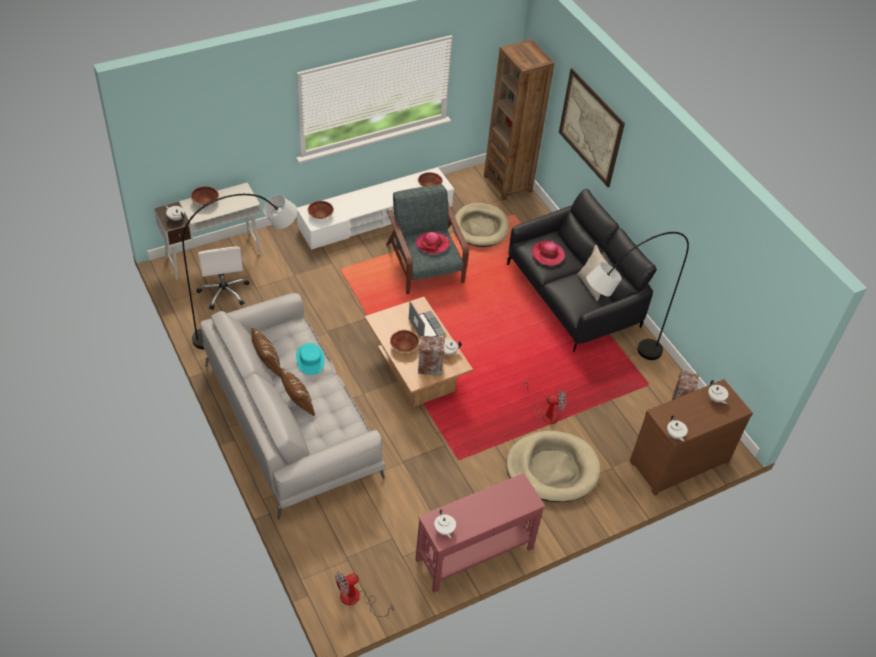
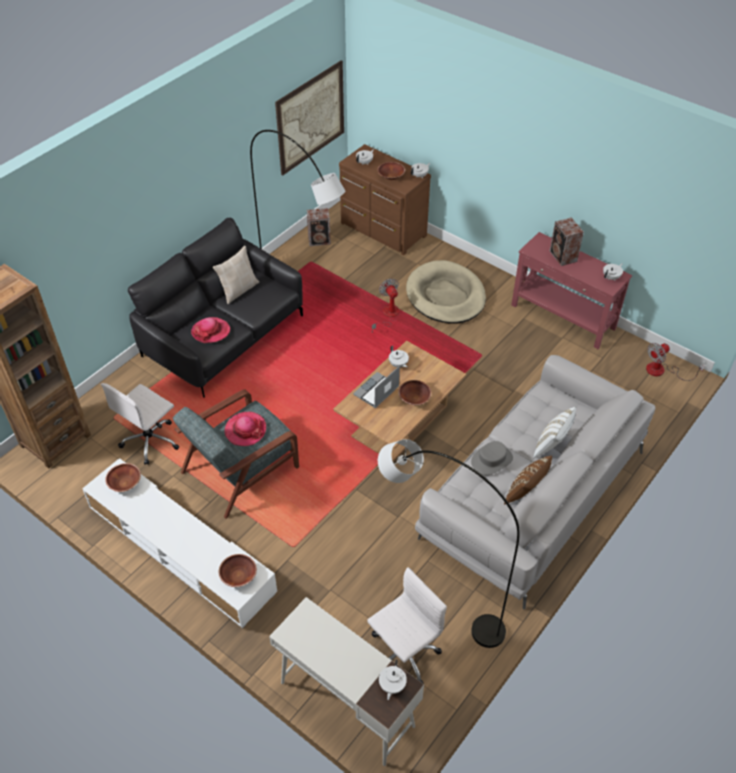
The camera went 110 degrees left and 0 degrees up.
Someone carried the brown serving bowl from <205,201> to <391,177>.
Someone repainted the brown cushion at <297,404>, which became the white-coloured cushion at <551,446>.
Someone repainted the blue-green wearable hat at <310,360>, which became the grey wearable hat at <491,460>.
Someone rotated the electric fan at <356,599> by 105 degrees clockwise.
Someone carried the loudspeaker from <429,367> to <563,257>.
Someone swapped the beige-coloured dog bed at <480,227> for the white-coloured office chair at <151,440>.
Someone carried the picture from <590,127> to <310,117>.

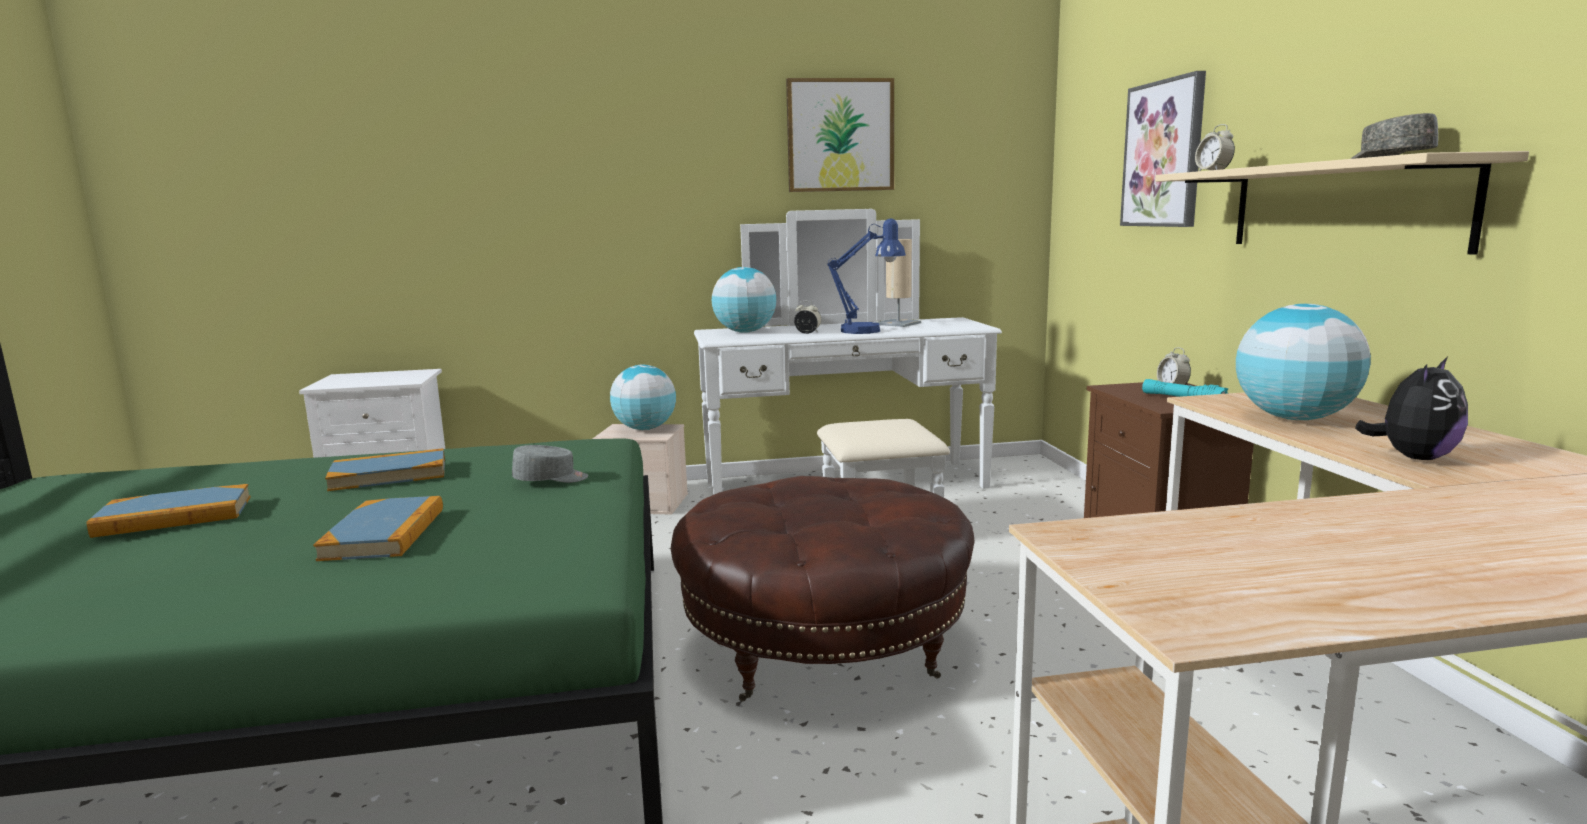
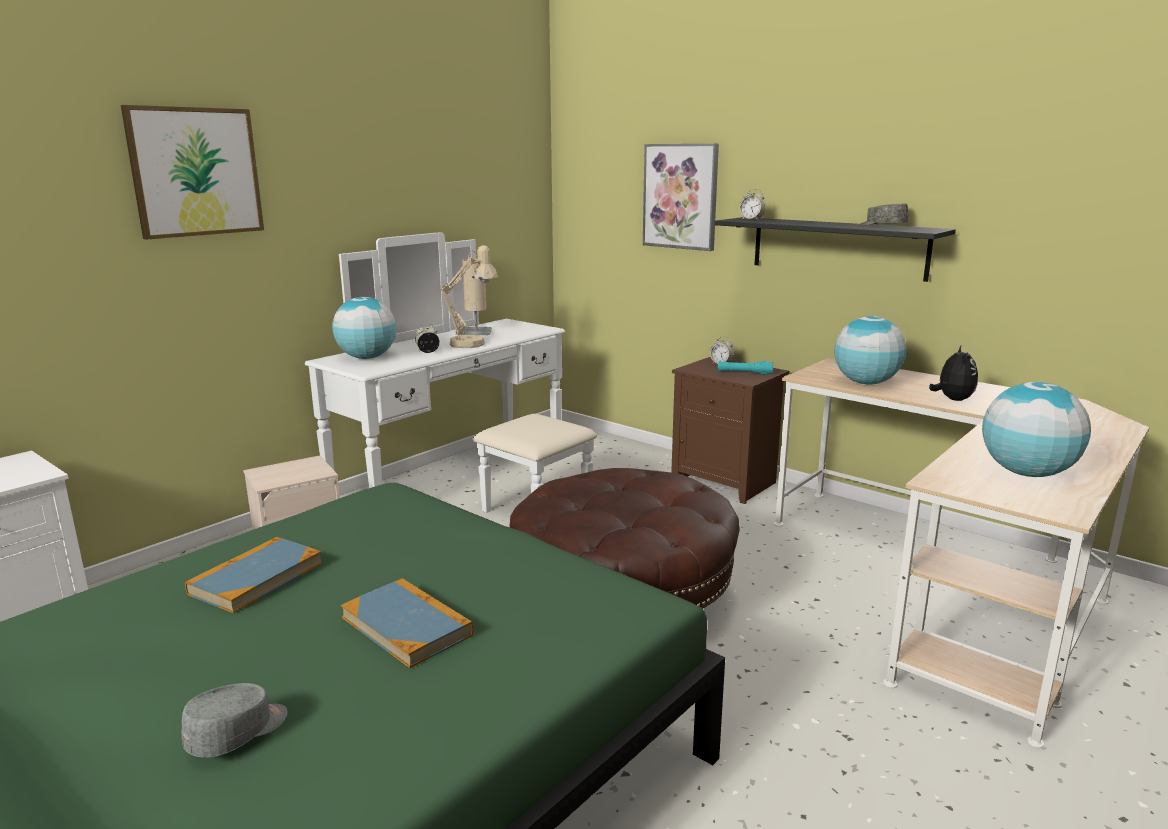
The camera went 40 degrees left and 5 degrees up.
Someone took away the bound book at <175,516>.
Someone carried the grey cap from <551,479> to <238,733>.
Someone carried the desk globe from <644,429> to <1027,473>.
Someone carried the picture from <840,135> to <195,172>.
Someone repainted the bluish lamp for a table at <869,330>, which became the beige-coloured lamp for a table at <473,343>.
Someone repainted the beige-coloured bracket shelf at <1342,206>, which became the black bracket shelf at <838,247>.

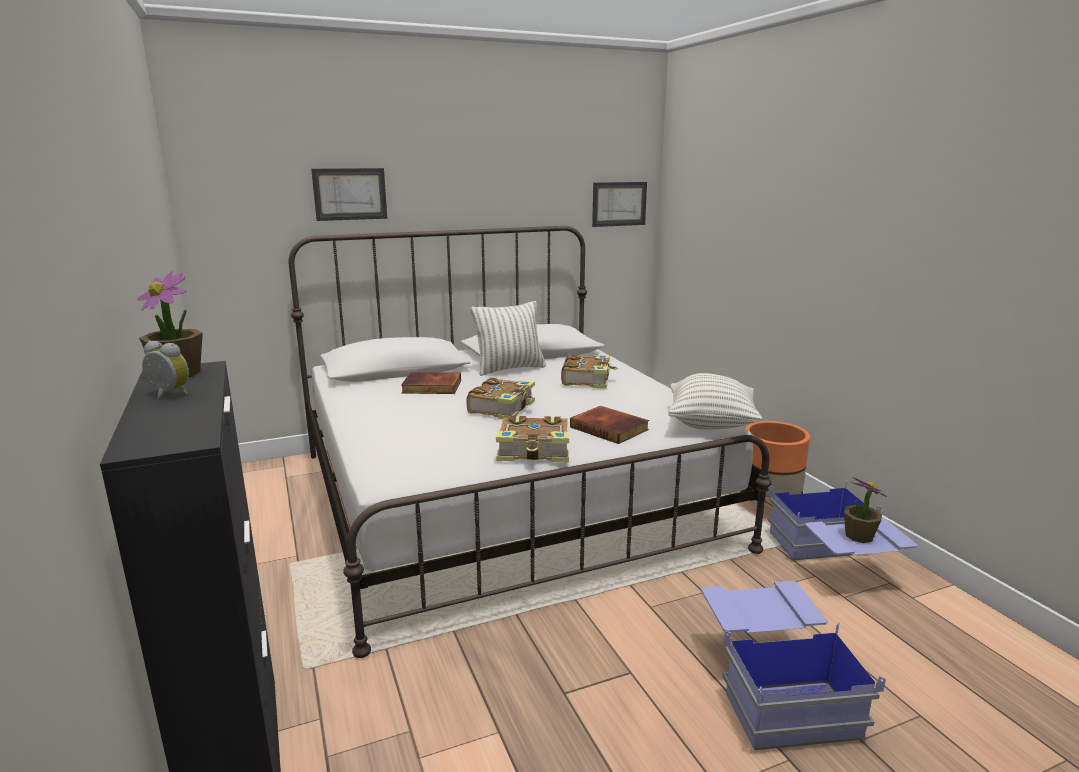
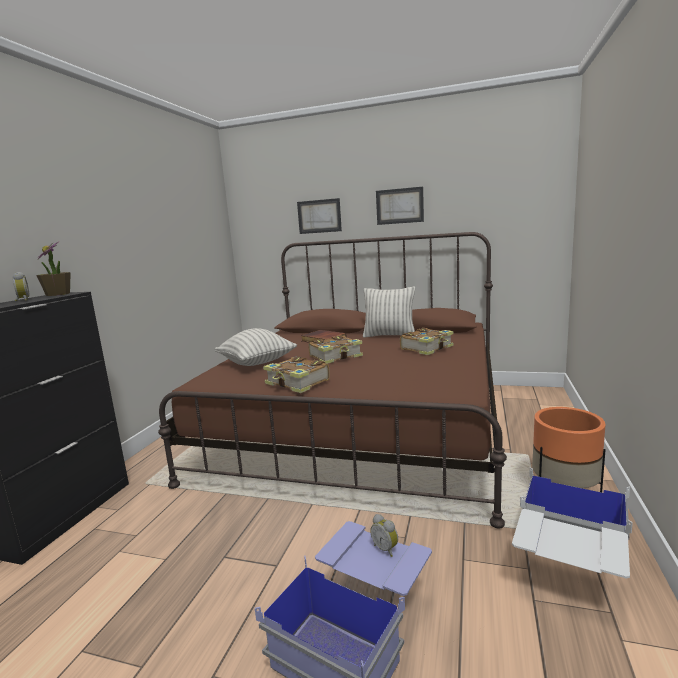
The camera went 40 degrees right and 5 degrees down.
Someone repainted the white-coloured bedroom bed at <504,497>, which became the brown bedroom bed at <360,427>.
Someone took away the bound book at <610,428>.
Someone carried the picture from <619,204> to <399,206>.
Someone carried the cushion from <710,424> to <257,364>.
Someone repainted the bluish storage bin at <832,560>, which became the white-coloured storage bin at <569,564>.
Someone took away the houseplant at <858,536>.
Someone put down the table clock at <386,549>.

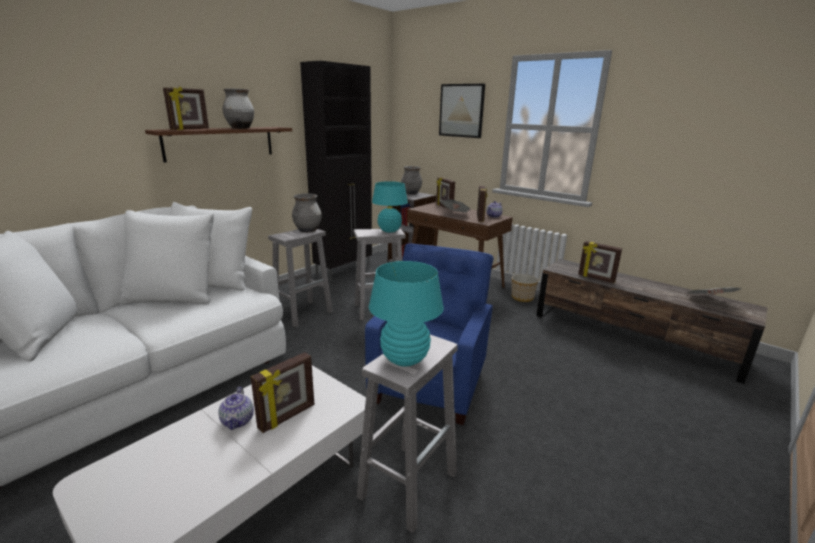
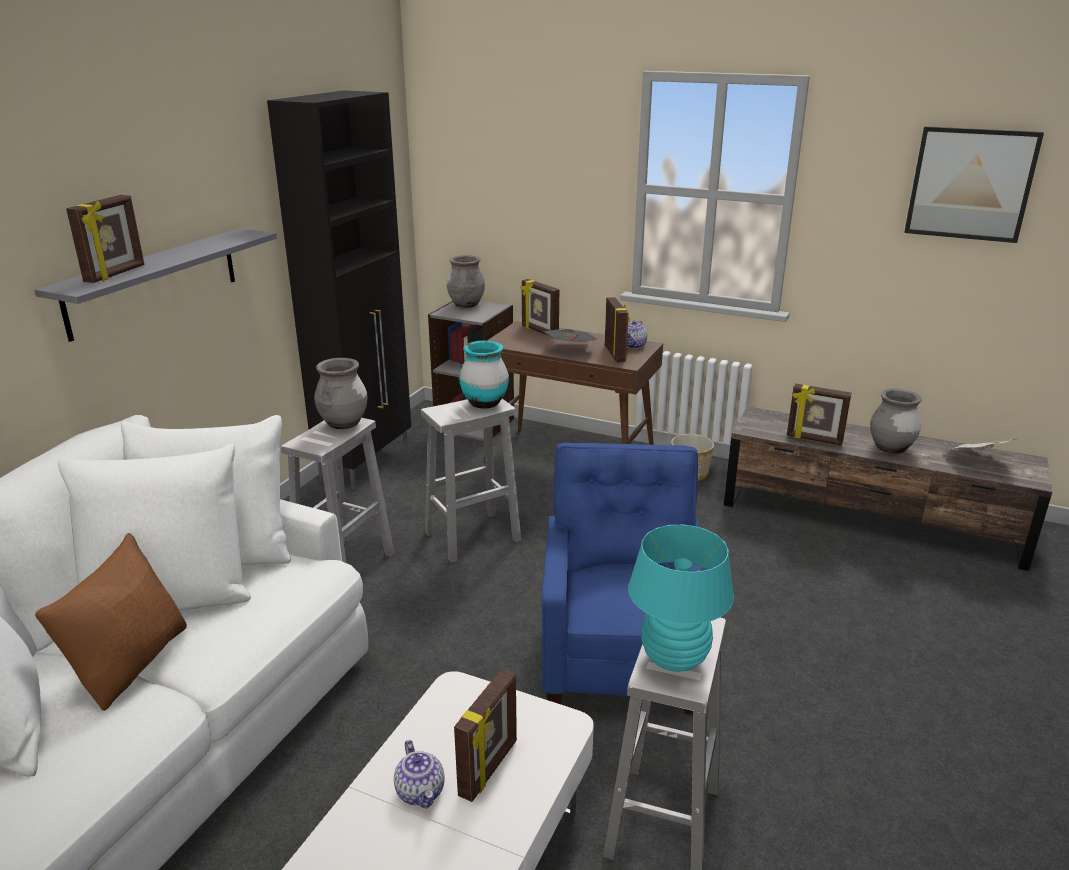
The camera went 15 degrees left and 5 degrees up.
Someone repainted the brown bracket shelf at <220,143>, which became the grey bracket shelf at <154,282>.
Someone carried the grey decorative vase from <240,128> to <890,448>.
Someone swapped the blue-green lamp for a table at <389,230> for the blue-green decorative vase at <484,404>.
Someone carried the picture from <461,110> to <970,184>.
Someone put down the brown cushion at <131,663>.

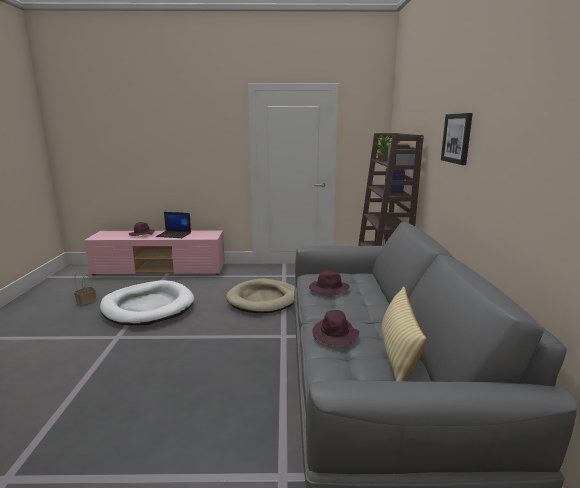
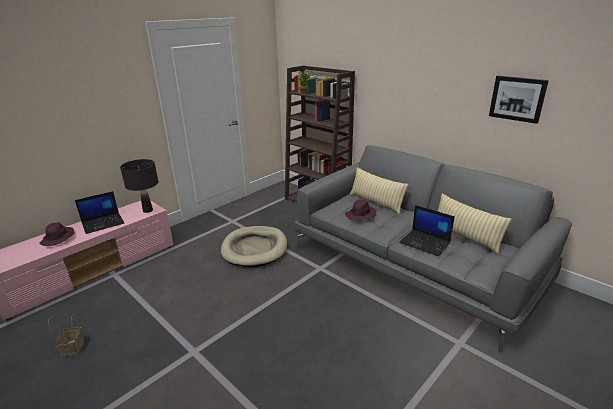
The camera went 45 degrees left and 10 degrees up.
Someone took away the white-coloured dog bed at <148,307>.
Someone swapped the purple-coloured wearable hat at <335,335> for the notebook computer at <425,243>.
Someone carried the picture from <457,138> to <517,98>.
Someone put down the black lamp for a table at <148,210>.
Someone put down the beige-coloured cushion at <376,202>.

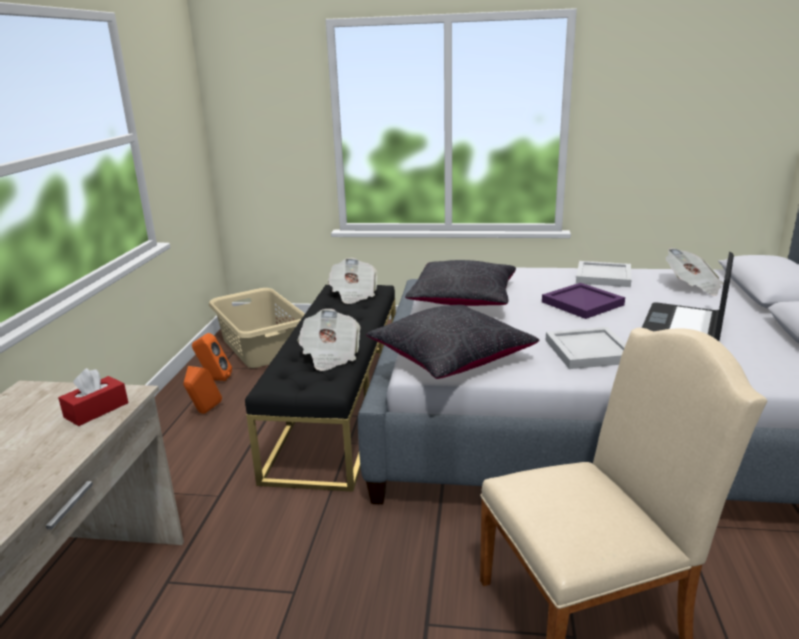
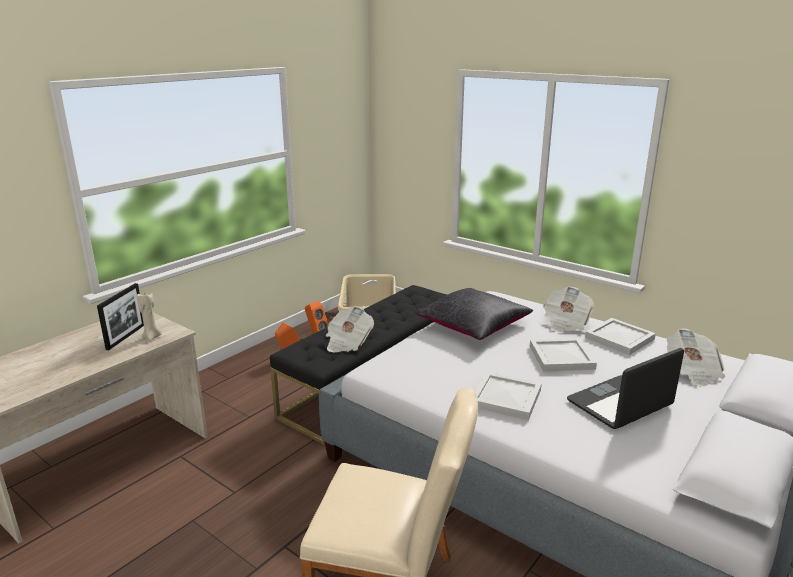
The camera went 30 degrees right and 0 degrees up.
Someone swapped the reddish box of tissues at <96,410> for the beige-coloured wax light at <152,337>.
Someone carried the newspaper from <353,294> to <565,322>.
Someone took away the black cushion at <451,358>.
Someone repainted the purple-coloured serving tray at <582,303>, which became the white-coloured serving tray at <562,357>.
Someone put down the standing frame at <126,337>.

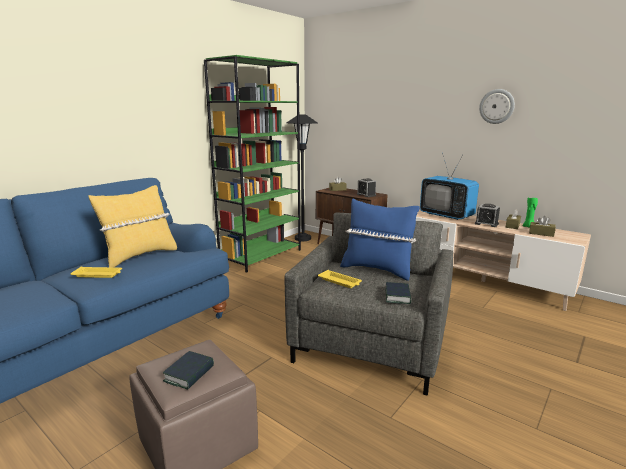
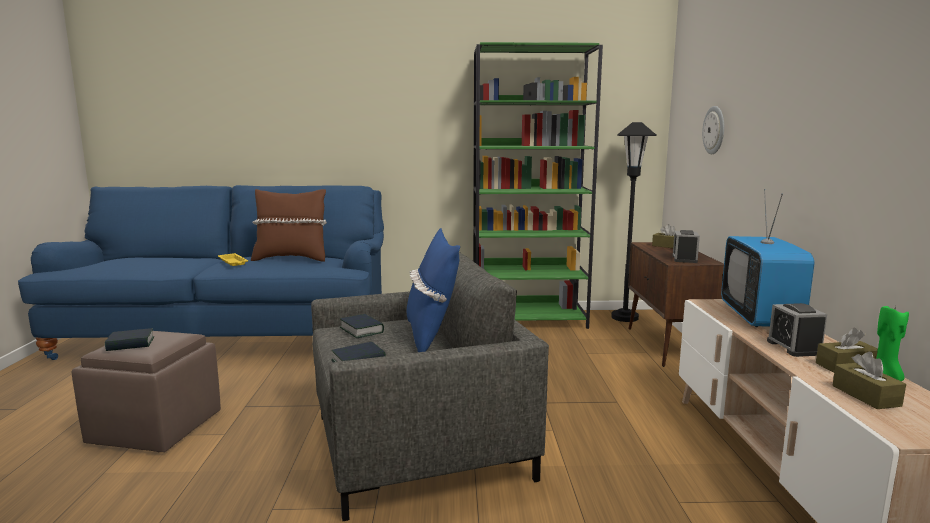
The camera went 50 degrees right and 5 degrees down.
Someone repainted the yellow cushion at <140,256>, which became the brown cushion at <291,259>.
Someone swapped the yellow serving tray at <340,282> for the bound book at <361,330>.
Someone carried the clock on the wall from <496,106> to <714,130>.

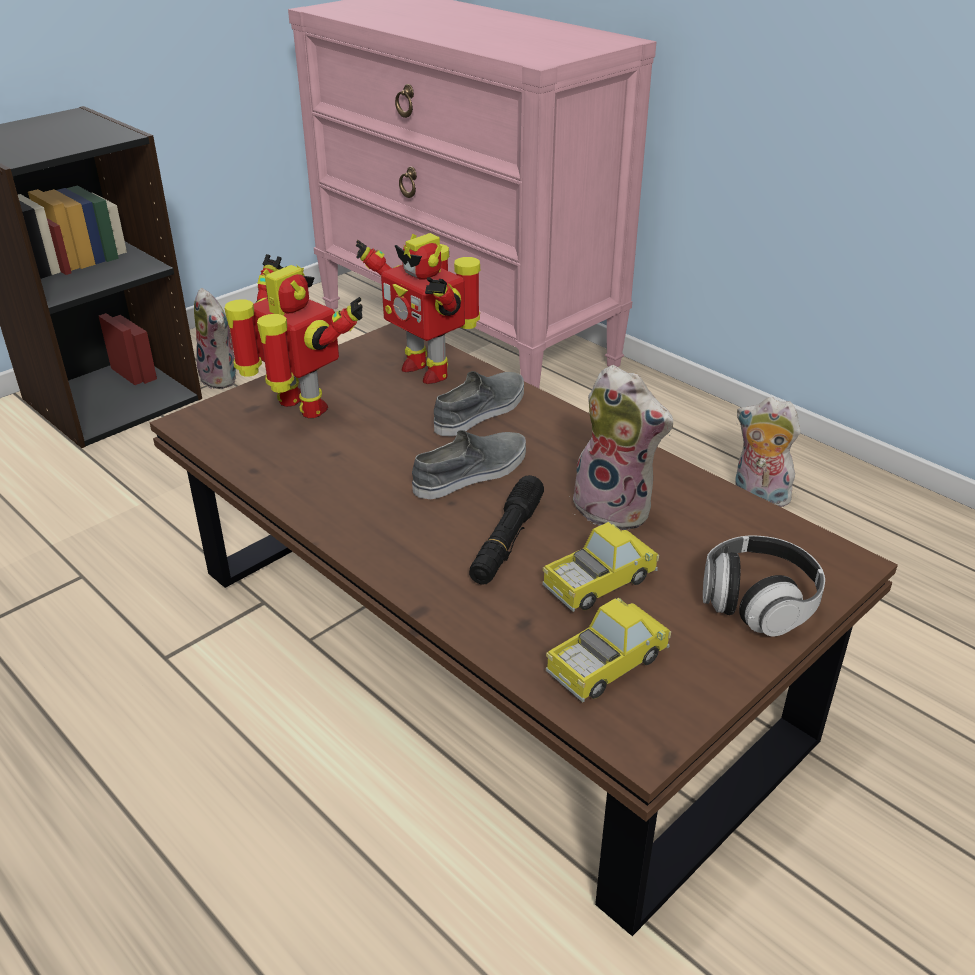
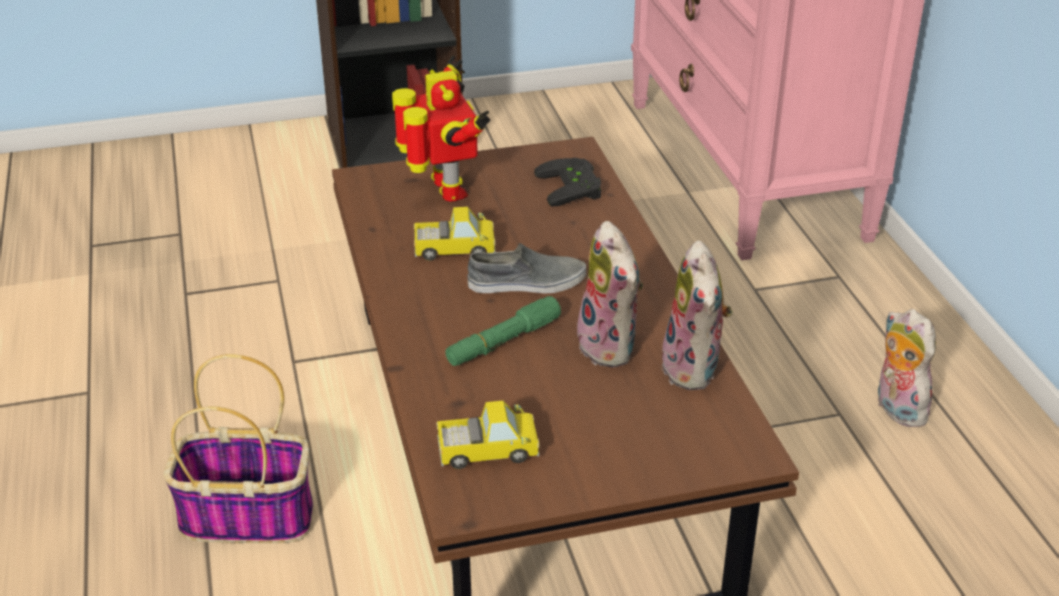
The camera went 30 degrees right and 0 degrees up.
Someone carried the cuddly toy from <222,378> to <695,370>.
Someone swapped the robot figure at <427,369> for the black game controller at <574,187>.
Someone took away the grey shoe at <481,411>.
Someone repainted the black torch at <507,540>, which became the green torch at <503,342>.
Someone carried the toy truck from <599,583> to <454,250>.
Someone took away the headset at <758,602>.
Someone put down the household basket at <249,516>.

